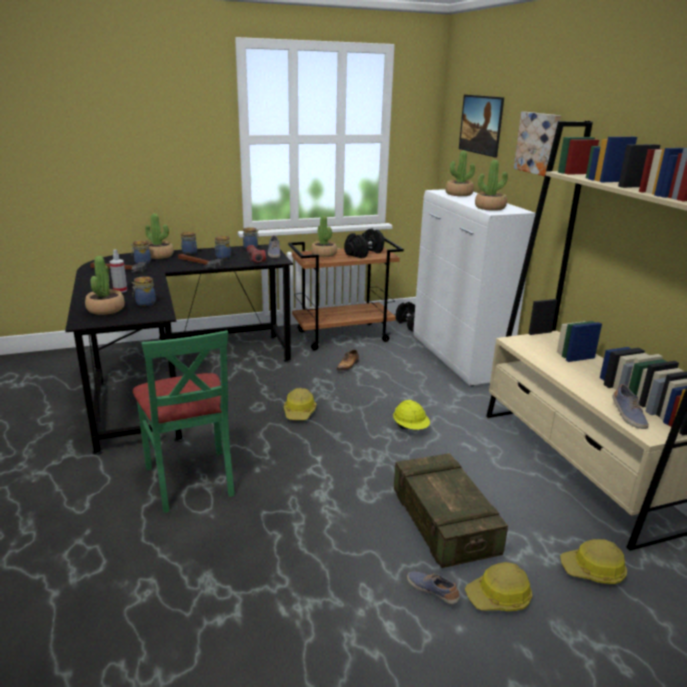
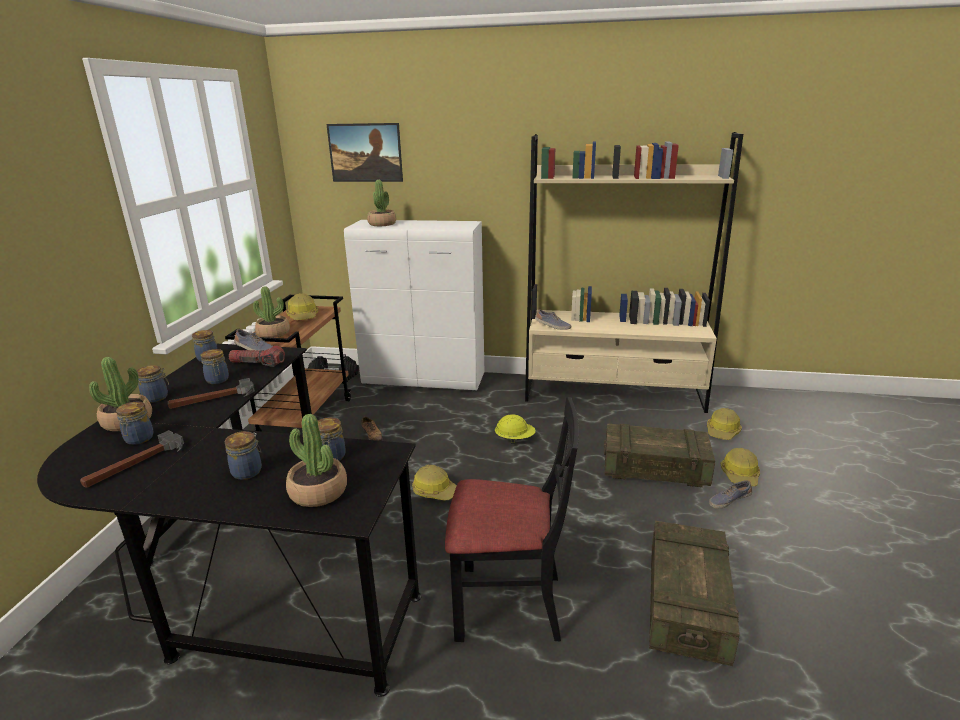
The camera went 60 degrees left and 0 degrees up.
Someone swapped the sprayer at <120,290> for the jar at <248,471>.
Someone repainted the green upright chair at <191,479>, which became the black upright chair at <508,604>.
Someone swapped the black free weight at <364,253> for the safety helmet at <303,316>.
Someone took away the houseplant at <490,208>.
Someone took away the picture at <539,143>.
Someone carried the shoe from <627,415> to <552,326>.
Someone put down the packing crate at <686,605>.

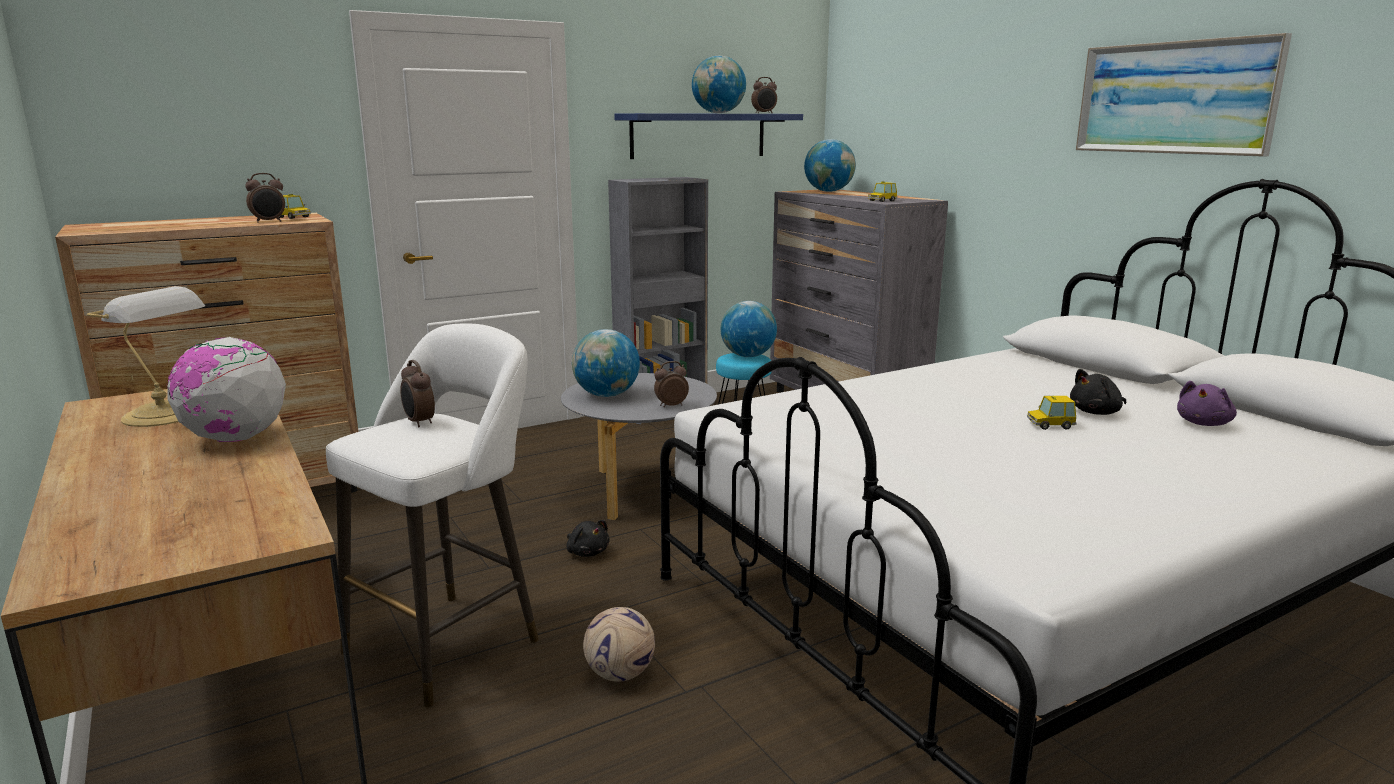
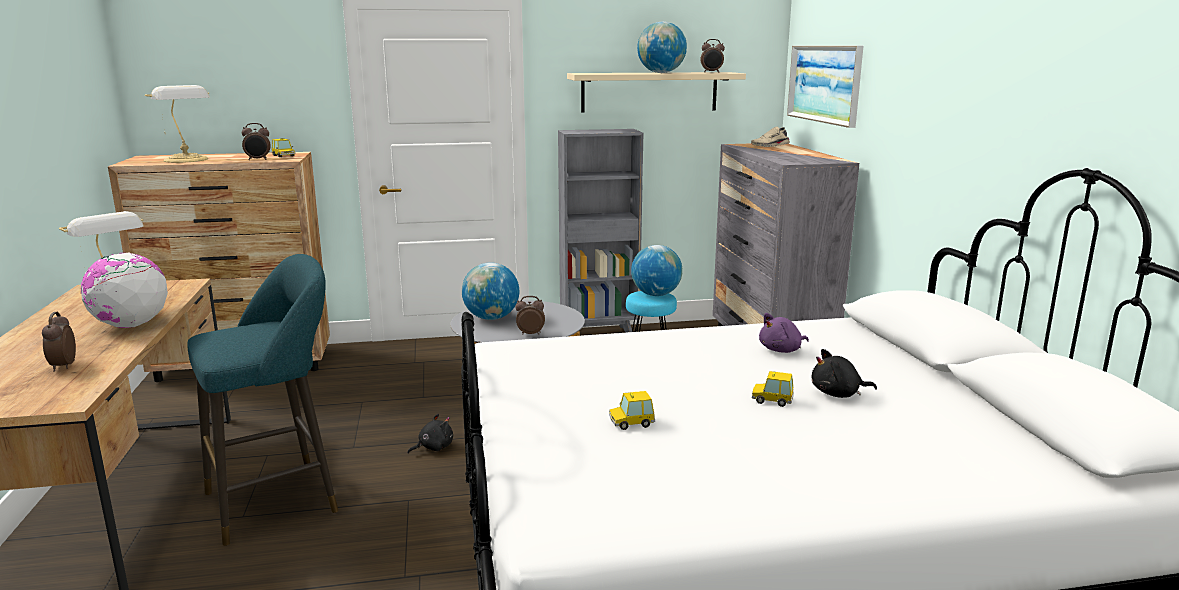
The camera went 20 degrees right and 0 degrees up.
Someone repainted the white-coloured stool at <451,641>, which became the blue-green stool at <280,499>.
Someone carried the table clock from <419,422> to <63,366>.
Someone rotated the black cuddly toy at <587,552> by 105 degrees counterclockwise.
Someone took away the ball for football at <619,674>.
Someone repainted the bluish bracket shelf at <698,135>, which became the beige-coloured bracket shelf at <649,92>.
Someone swapped the desk globe at <828,191> for the beige-coloured shoe at <770,146>.
Someone carried the miniature car from <882,201> to <631,422>.
Someone carried the picture from <1174,98> to <824,83>.
Someone carried the purple-coloured cuddly toy from <1204,423> to <782,350>.
Someone put down the lamp for a table at <187,160>.

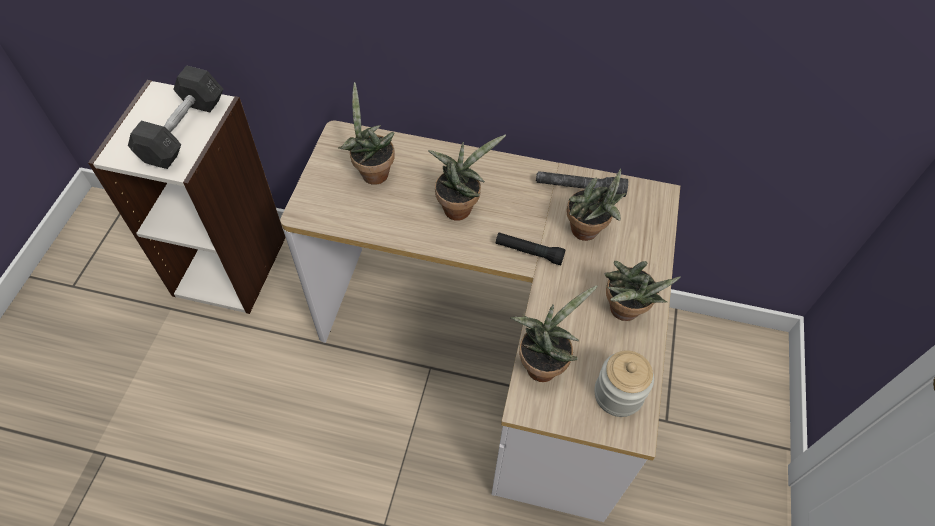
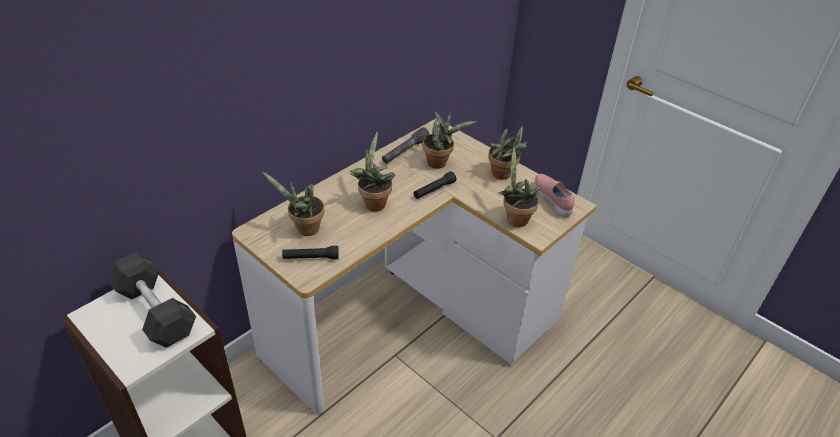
The camera went 60 degrees left and 15 degrees down.
Someone swapped the jar at <618,394> for the pink-coloured shoe at <553,200>.
Someone put down the black torch at <311,258>.

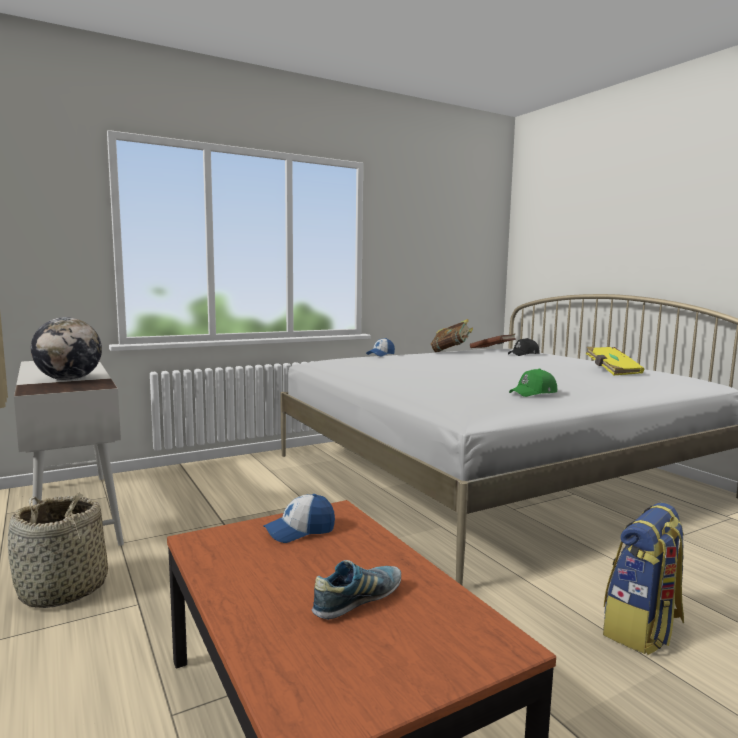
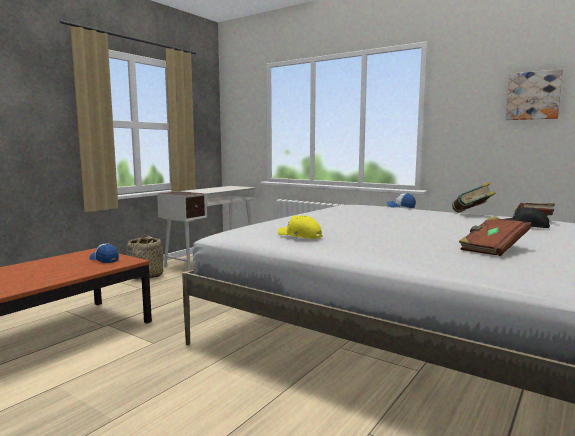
The camera went 65 degrees right and 0 degrees up.
Someone took away the desk globe at <69,380>.
Someone took away the shoe at <358,600>.
Someone repainted the green cap at <534,393>, which became the yellow cap at <299,236>.
Someone repainted the yellow bound book at <612,371>, which became the brown bound book at <492,249>.
Someone took away the knapsack at <642,630>.
Someone put up the picture at <533,96>.

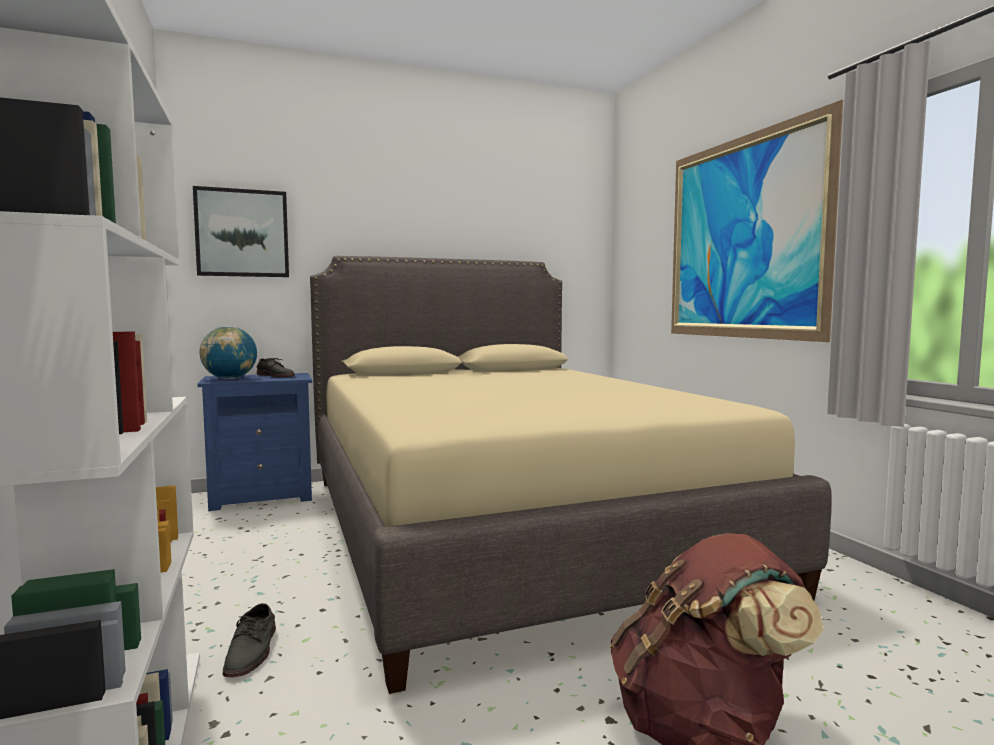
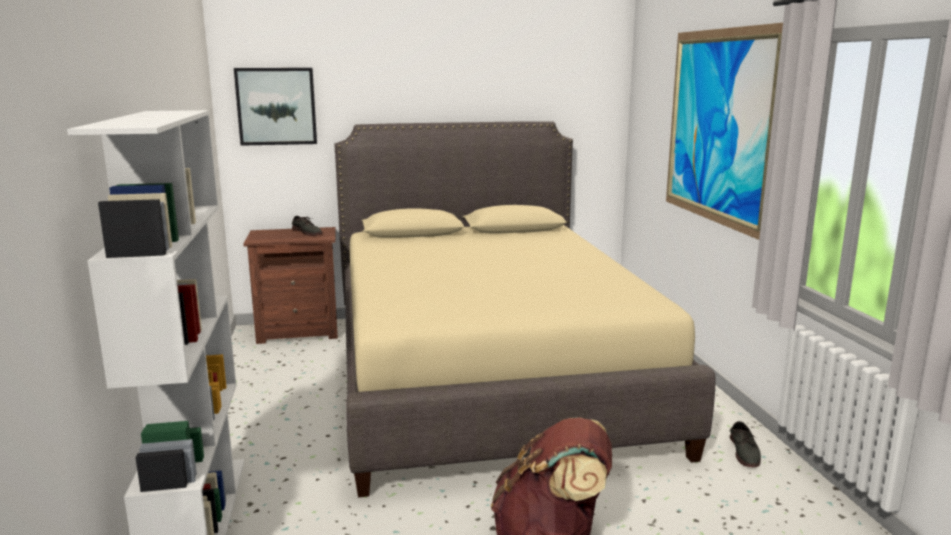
The camera went 10 degrees right and 10 degrees up.
Someone repainted the bluish night table at <262,496>, which became the brown night table at <299,331>.
Someone took away the desk globe at <230,379>.
Someone carried the grey shoe from <252,651> to <744,452>.

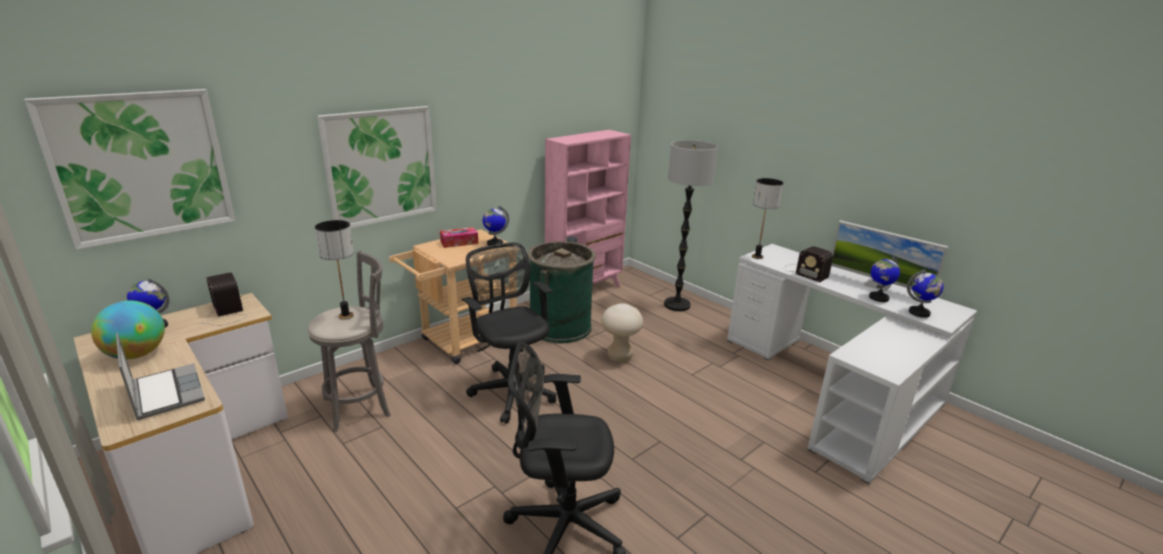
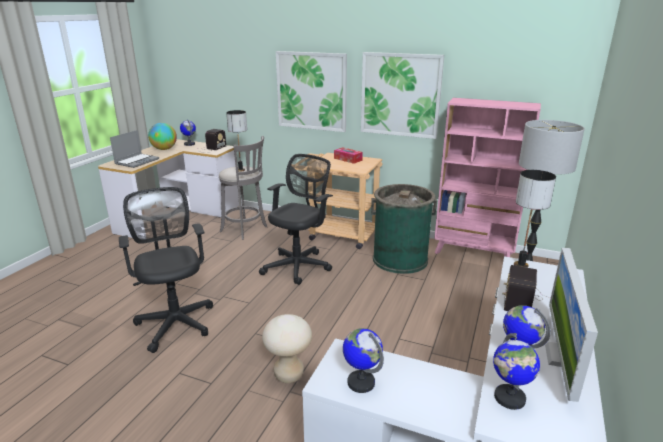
The camera went 65 degrees right and 0 degrees up.
Someone carried the picture from <141,166> to <400,95>.
Someone carried the desk globe from <494,243> to <361,382>.
Someone carried the beige-coloured stool from <619,357> to <289,375>.

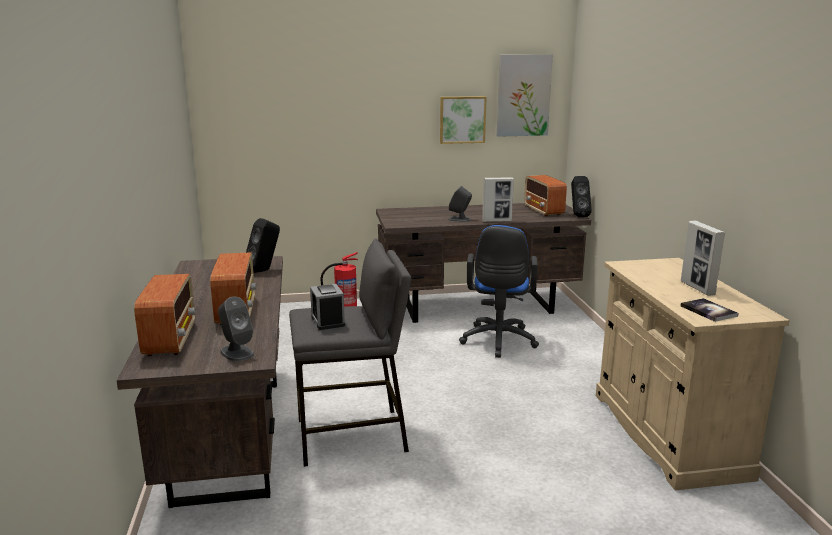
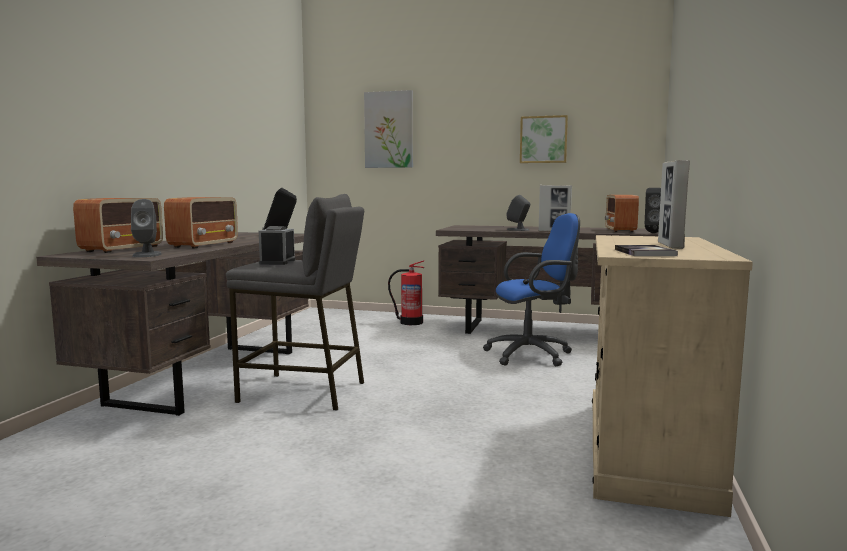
The camera went 25 degrees right and 10 degrees down.
Someone rotated the bluish office chair at <498,342> by 135 degrees counterclockwise.
Someone carried the picture from <523,95> to <389,130>.

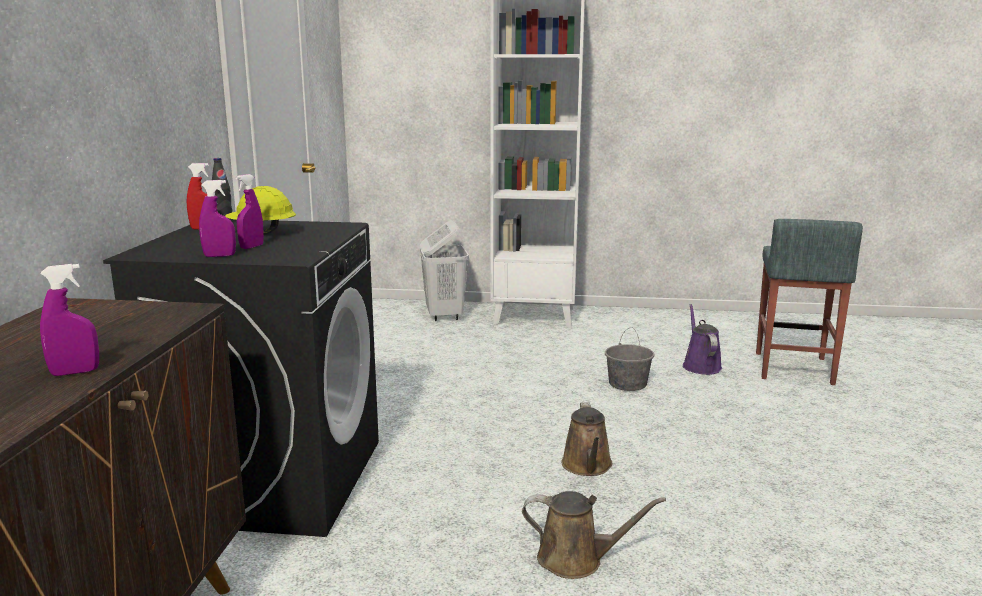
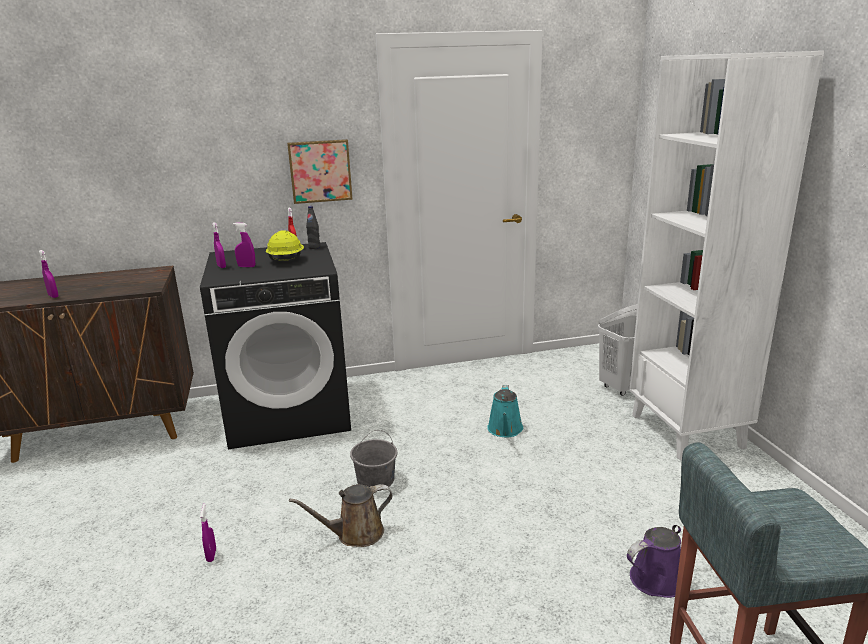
The camera went 70 degrees right and 5 degrees up.
Someone swapped the brown watering pot at <576,560> for the purple-coloured sprayer at <211,555>.
Someone carried the grey bucket from <627,384> to <376,480>.
Someone put up the picture at <320,171>.
Someone put down the blue-green watering pot at <505,430>.

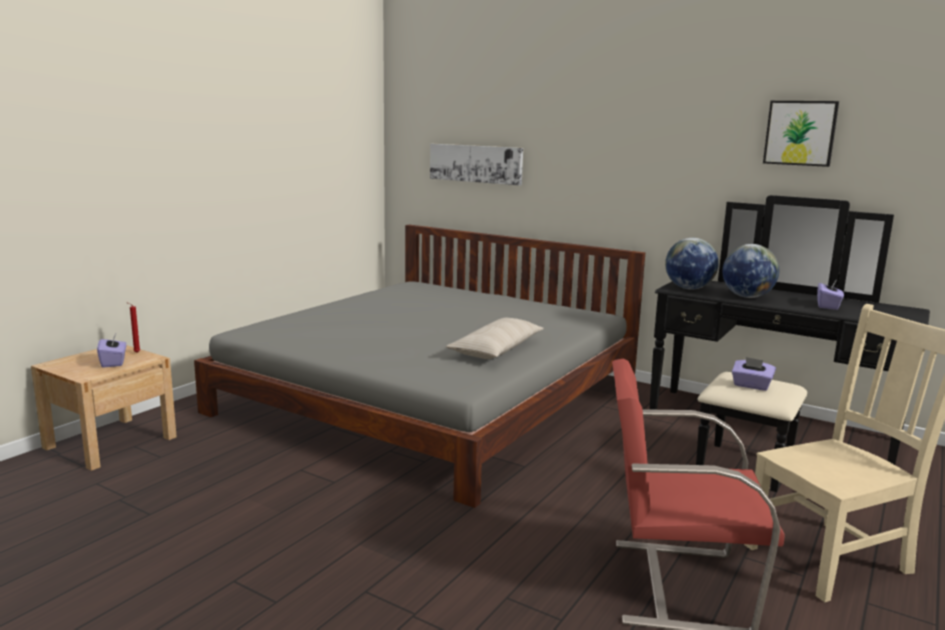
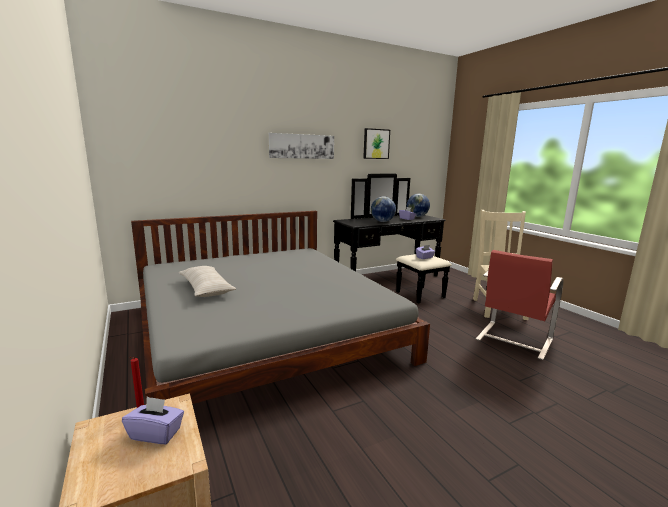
The camera went 60 degrees left and 0 degrees up.
Someone carried the picture from <476,163> to <302,146>.
Someone carried the beige-coloured cushion from <496,349> to <206,288>.
Someone carried the desk globe from <688,288> to <417,216>.

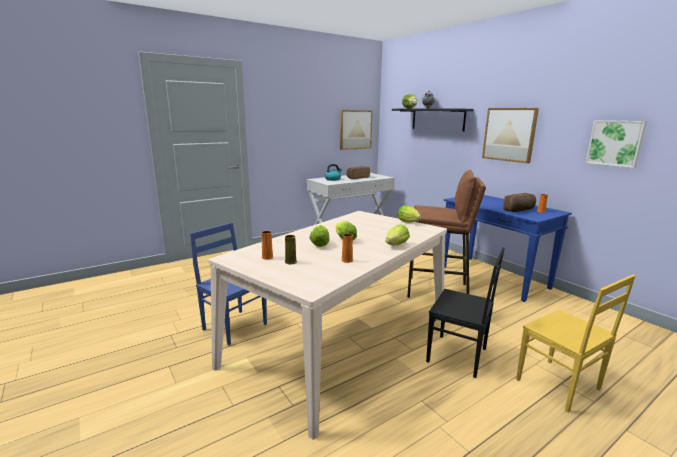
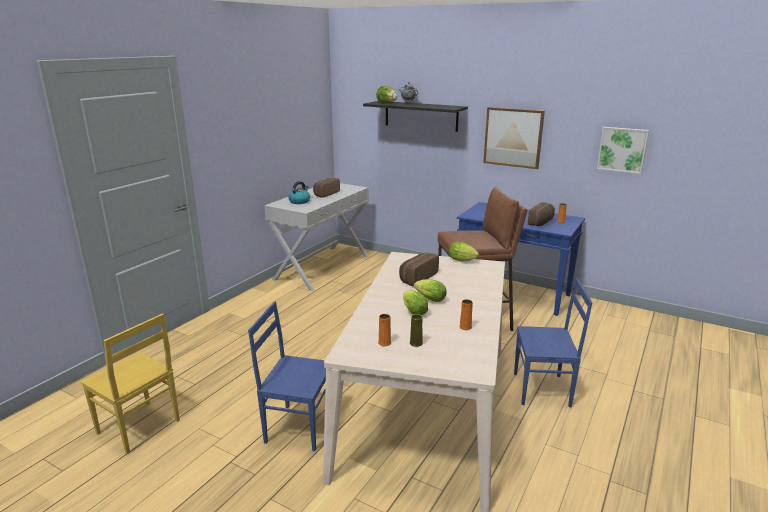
The camera went 25 degrees left and 5 degrees up.
Someone took away the picture at <355,129>.
Someone took away the lettuce at <395,246>.
Someone repainted the black upright chair at <457,356>, which became the bluish upright chair at <542,390>.
Someone carried the yellow upright chair from <558,385> to <138,428>.
Someone put down the bread at <417,277>.

